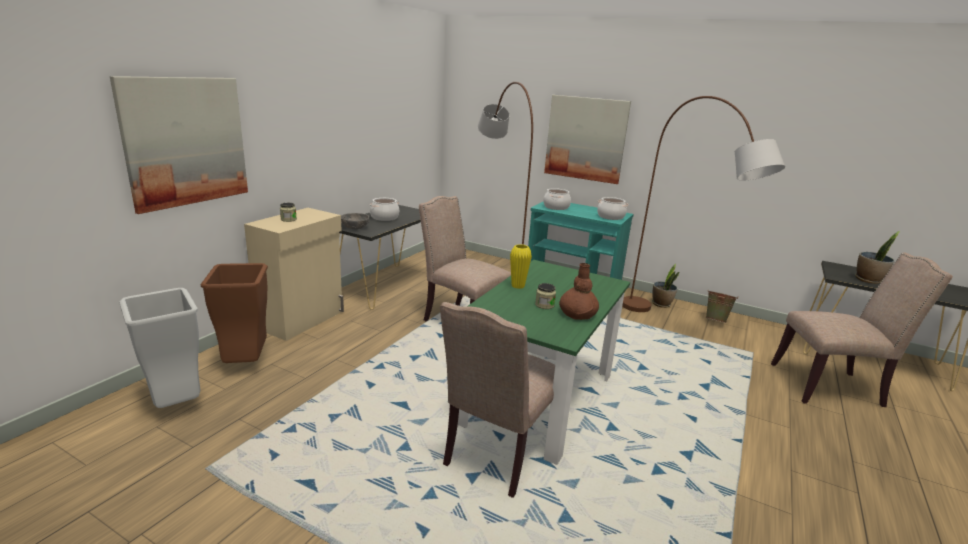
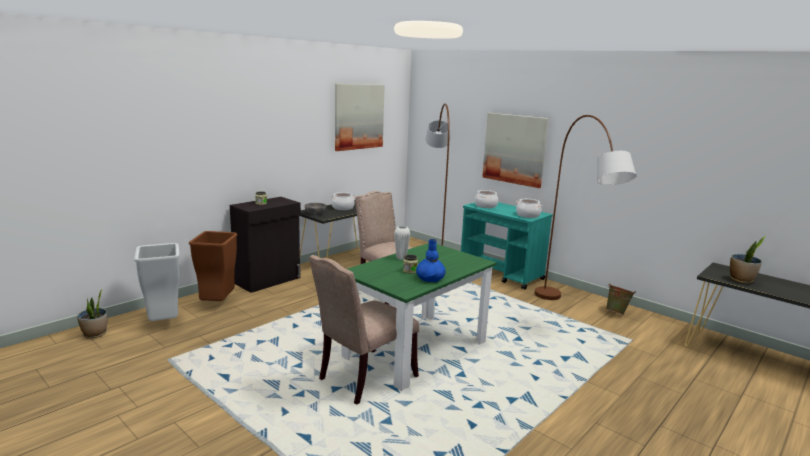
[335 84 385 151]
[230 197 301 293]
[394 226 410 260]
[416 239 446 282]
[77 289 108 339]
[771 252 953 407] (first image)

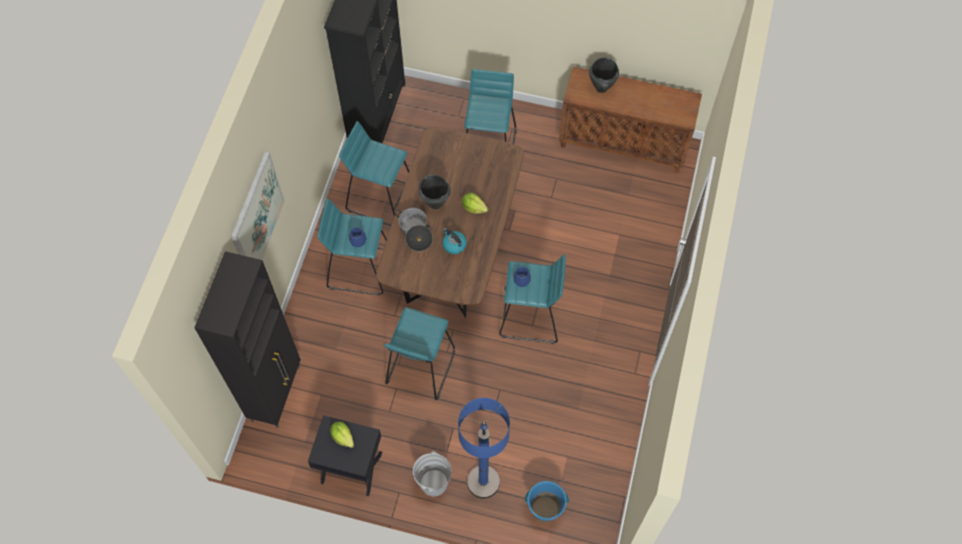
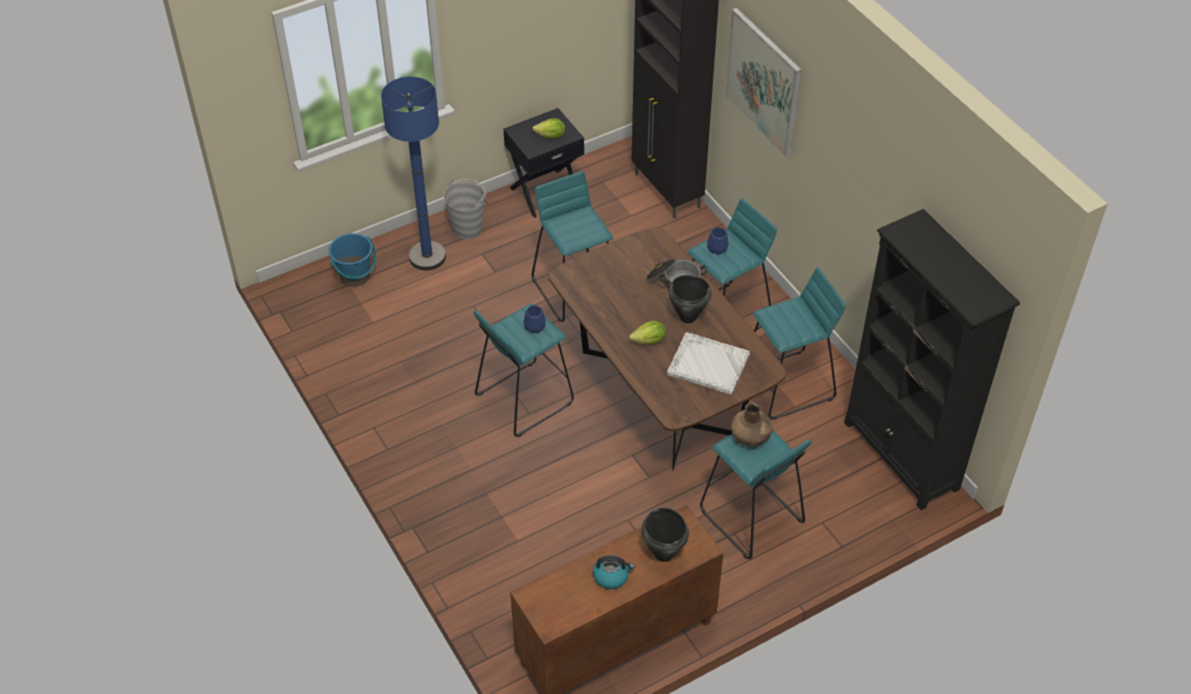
[593 555 635 589]
[667 332 750 394]
[731 402 773 447]

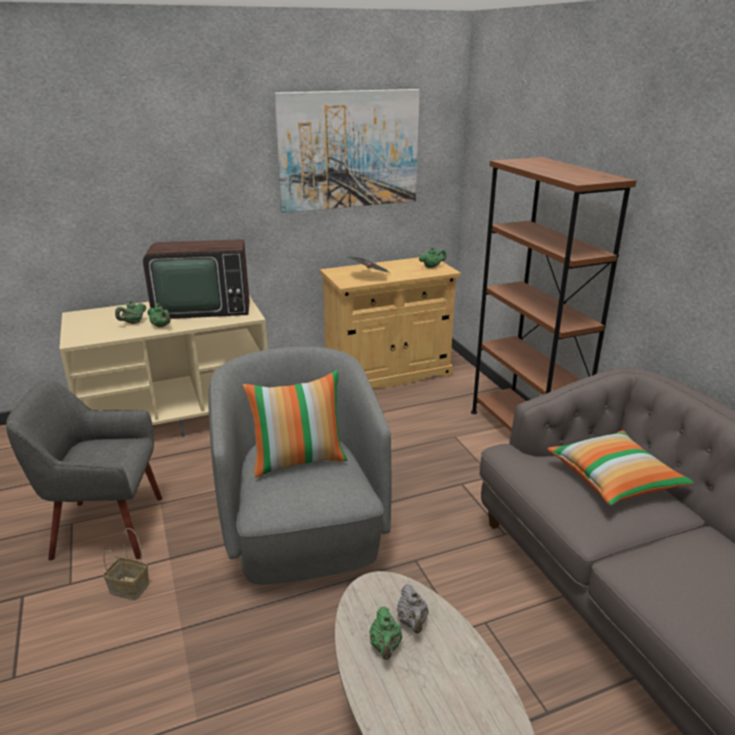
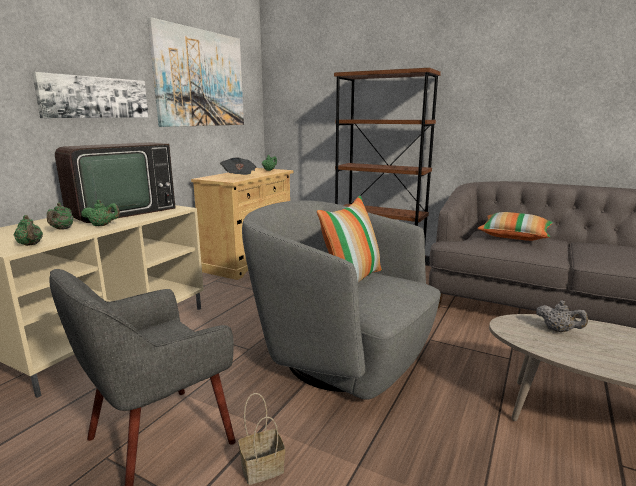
[14 215 43 246]
[32 72 149 118]

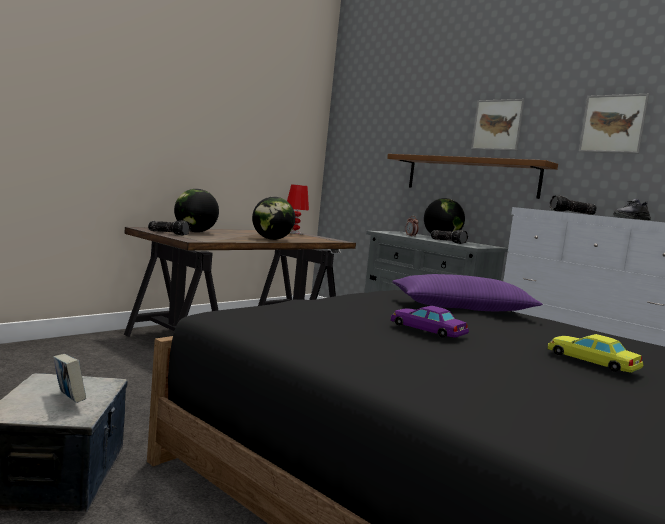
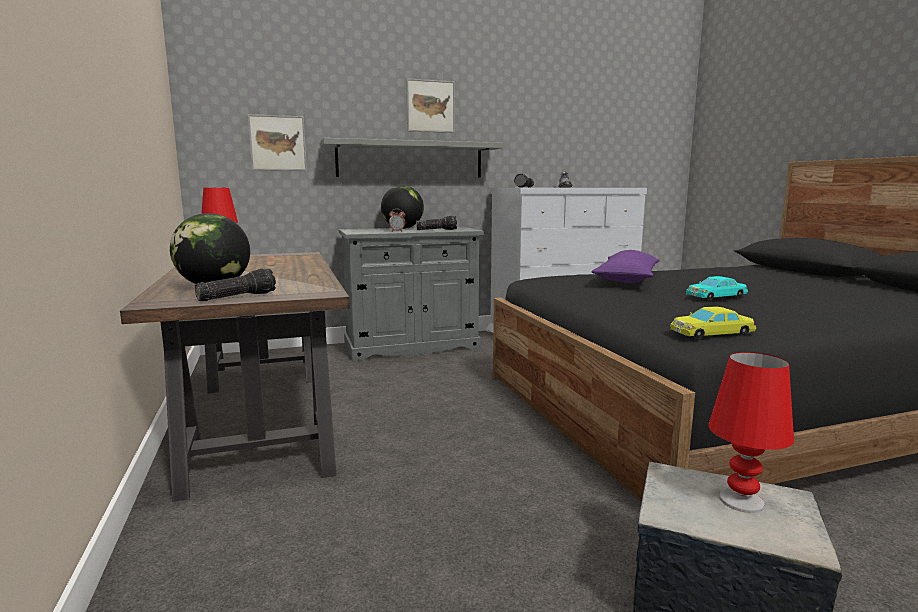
[708 352 794 513]
[252 197 295 240] (first image)
[321 138 503 178]
[686 276 748 300]
[670 307 756 338]
[248 114 307 171]

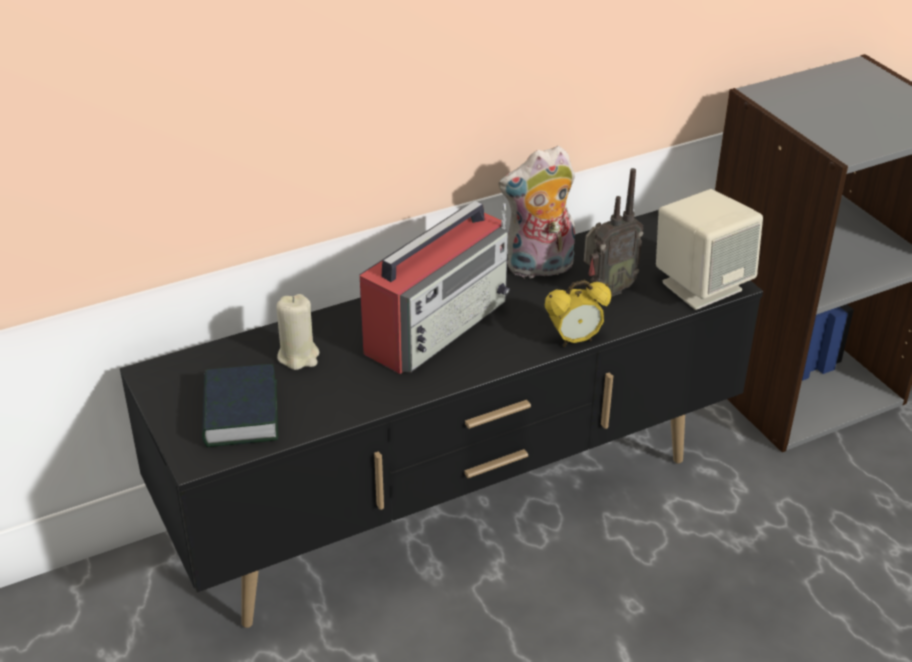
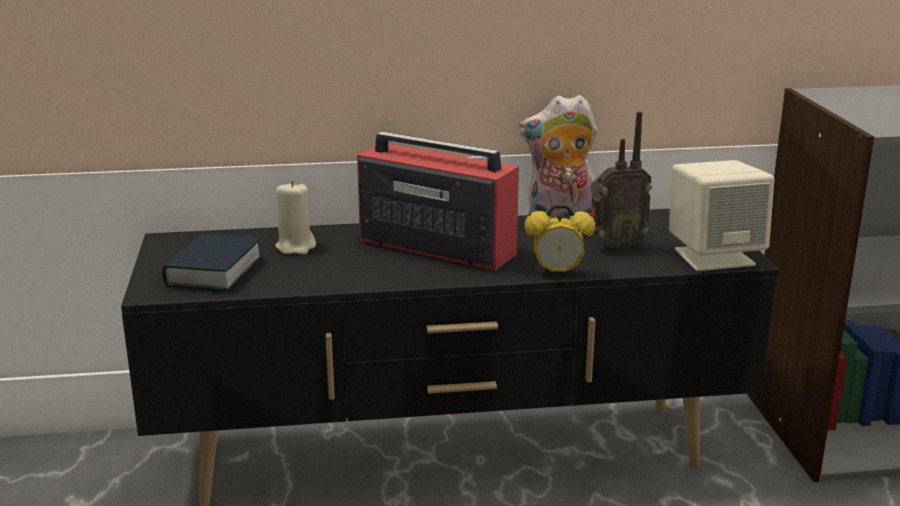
[357 118 519 271]

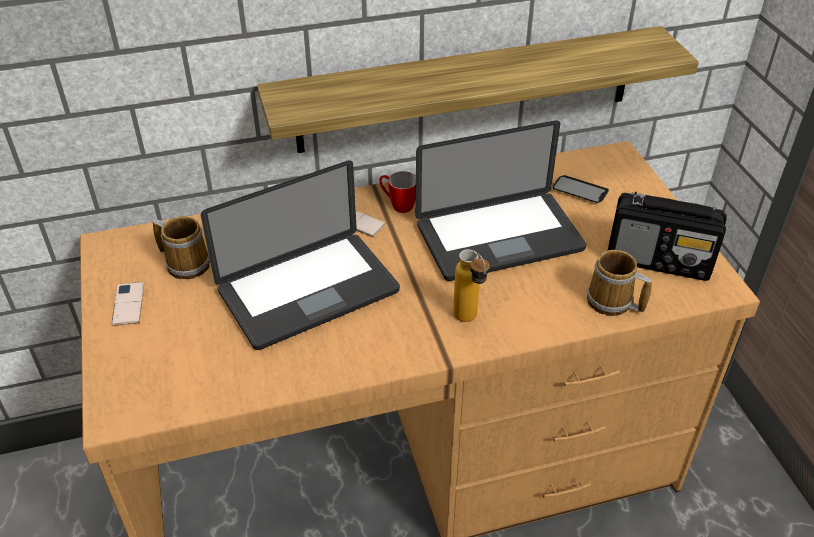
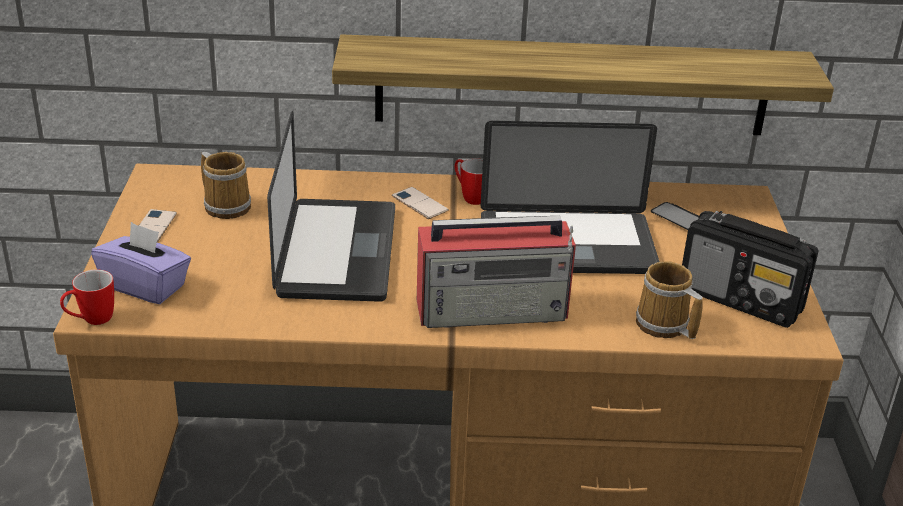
[267 111 395 302]
[417 216 576 328]
[60 270 114 325]
[91 222 191 304]

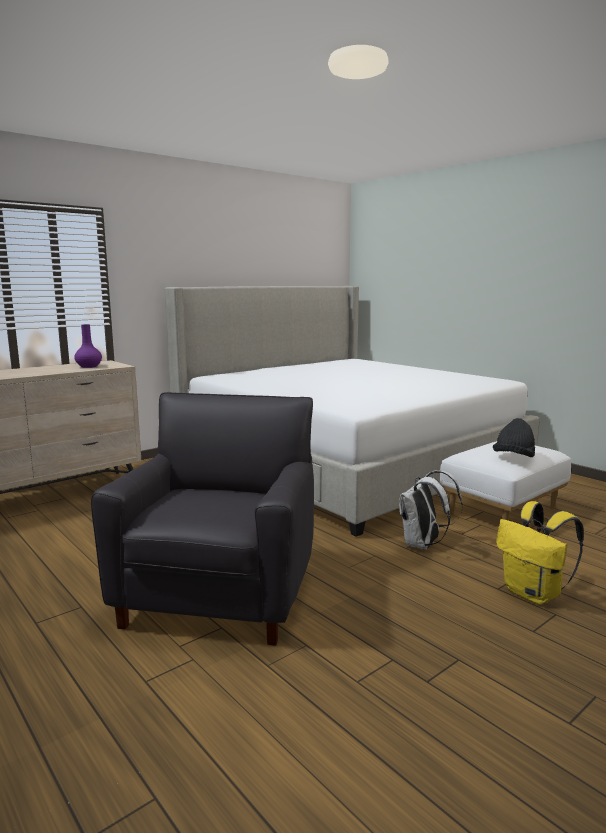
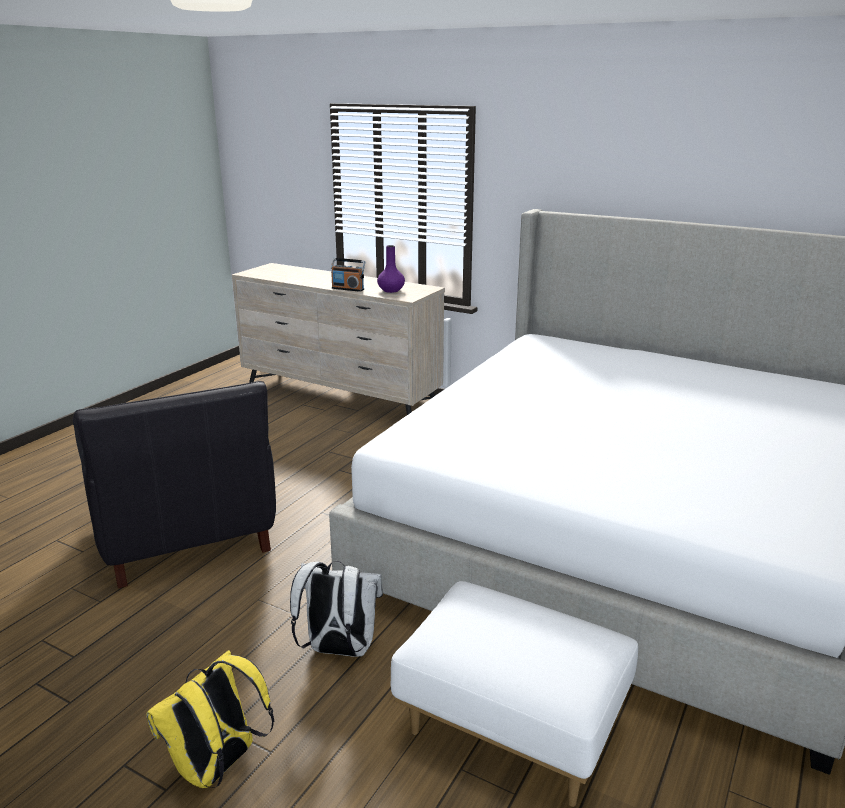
[73 381 276 588]
[493 418 535 457] (first image)
[331 258 365 292]

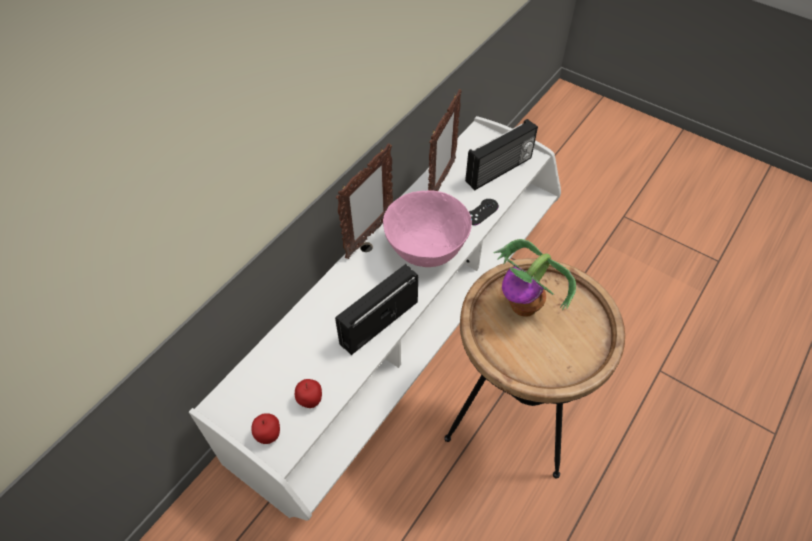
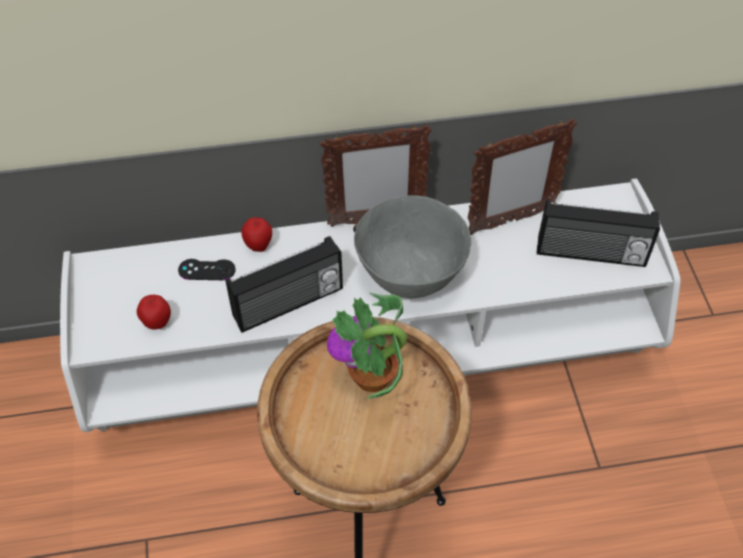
[241 217 272 252]
[226 236 343 333]
[354 196 471 299]
[178 259 236 280]

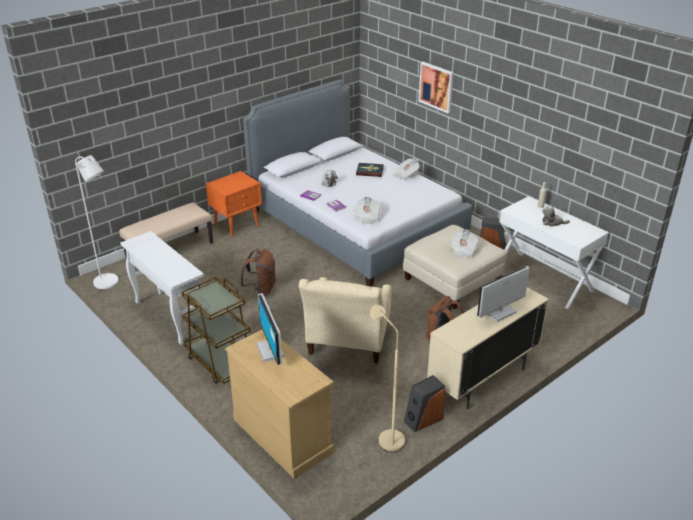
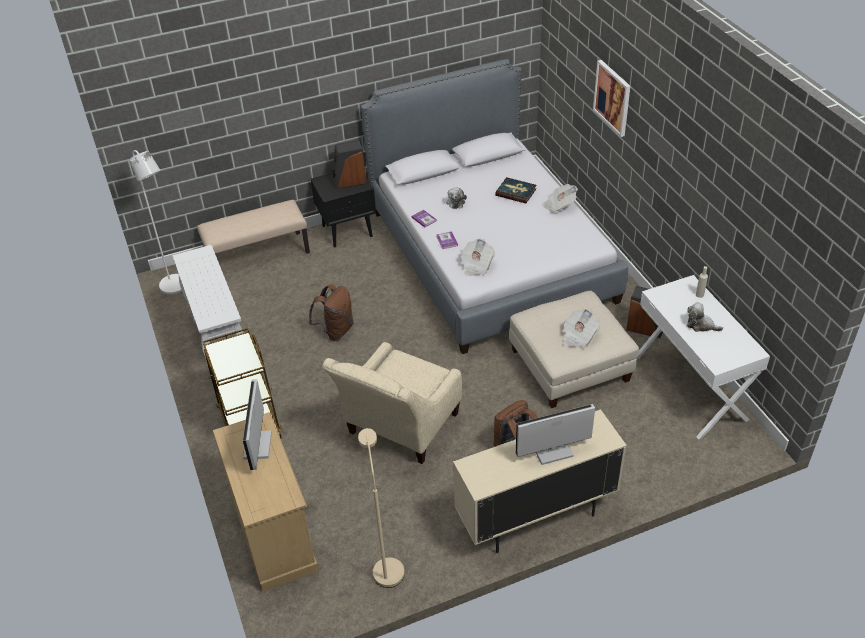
[311 173 376 247]
[332 140 366 189]

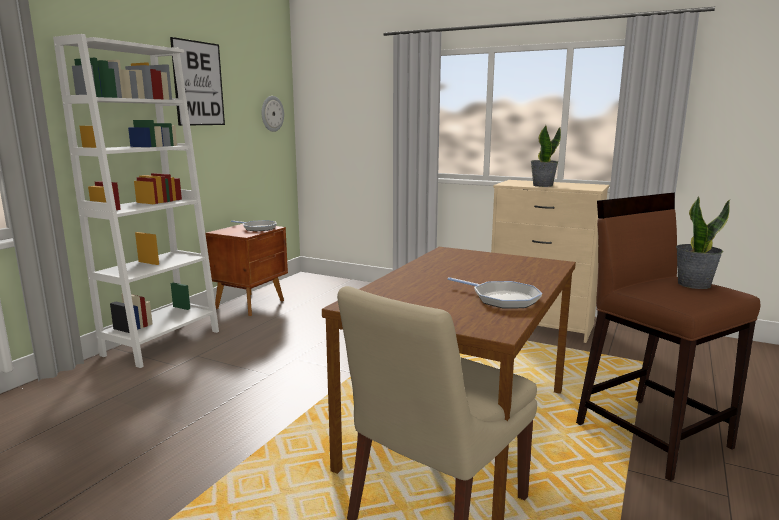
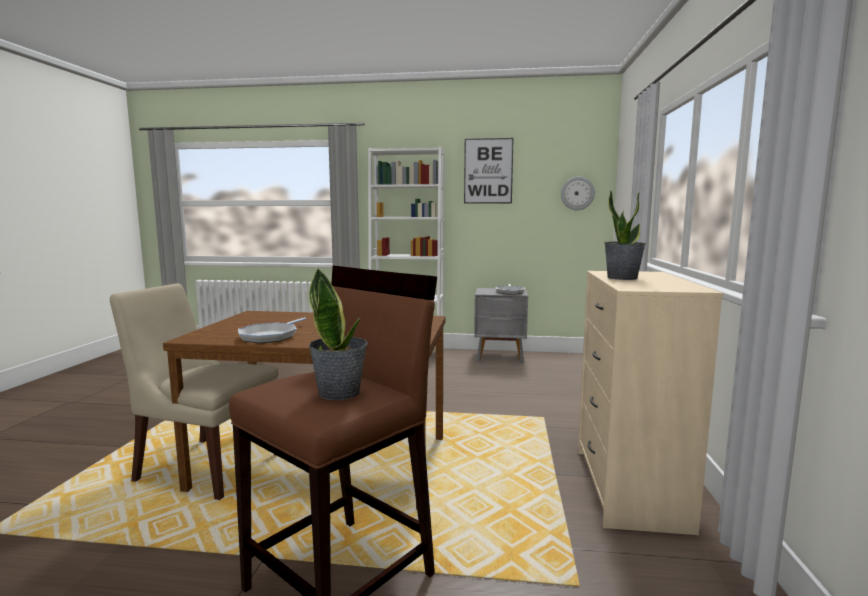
[474 288 528 363]

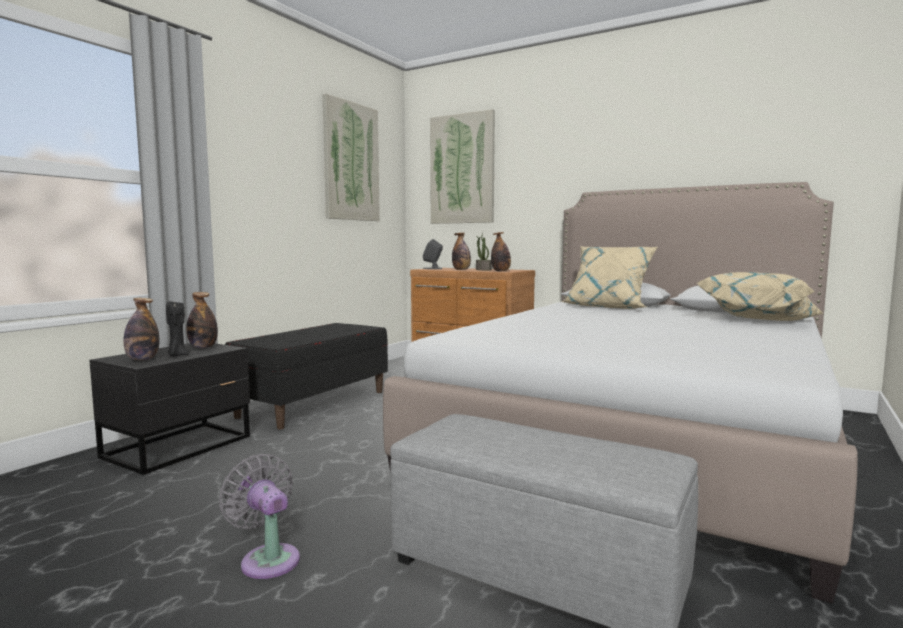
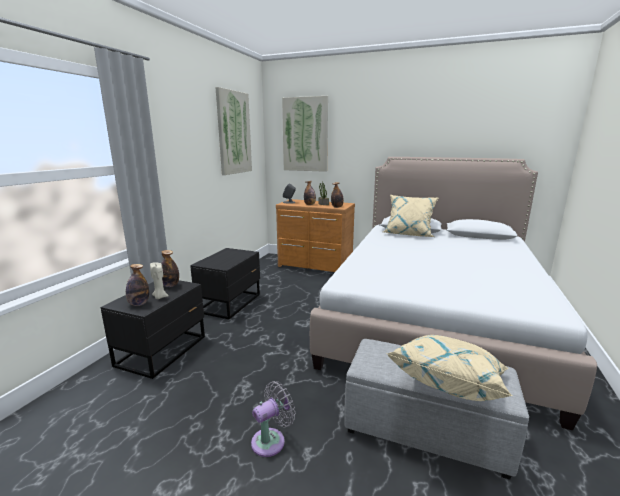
[150 262 169 299]
[251 381 295 457]
[190 248 260 319]
[386 335 513 401]

